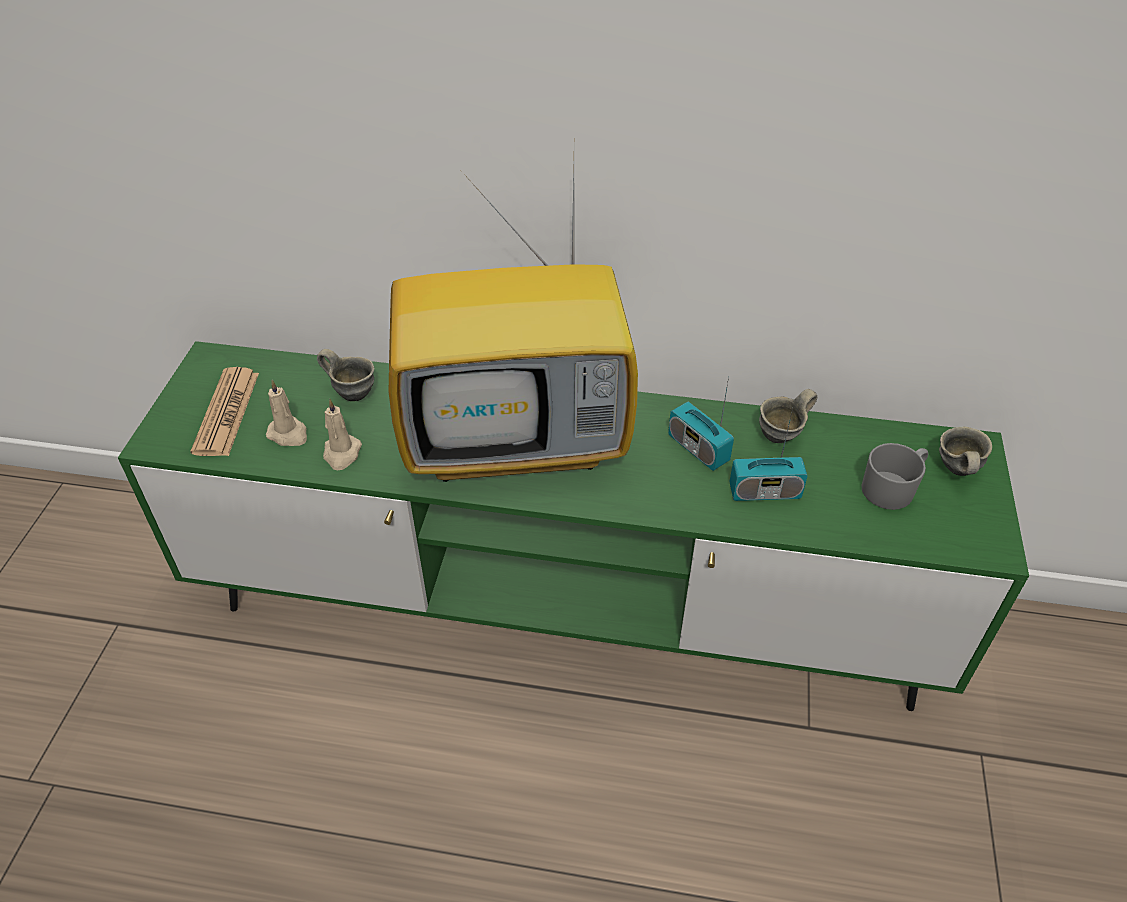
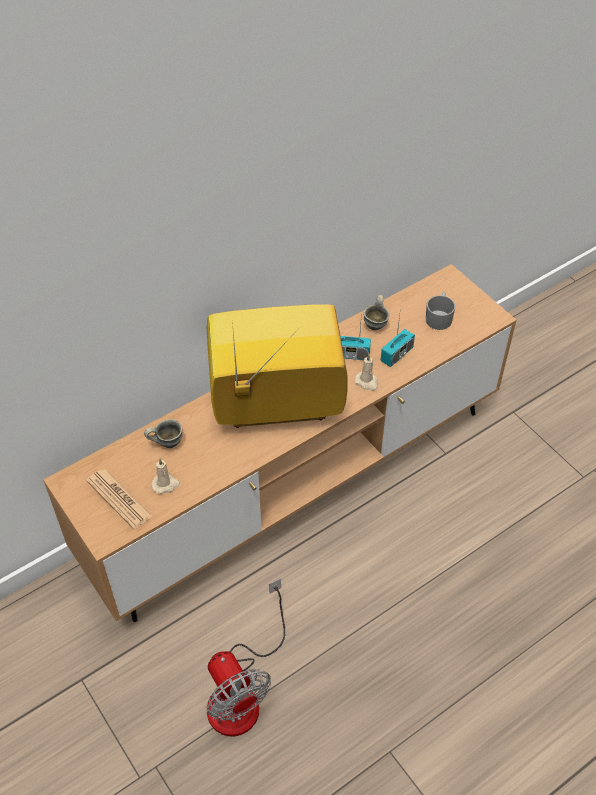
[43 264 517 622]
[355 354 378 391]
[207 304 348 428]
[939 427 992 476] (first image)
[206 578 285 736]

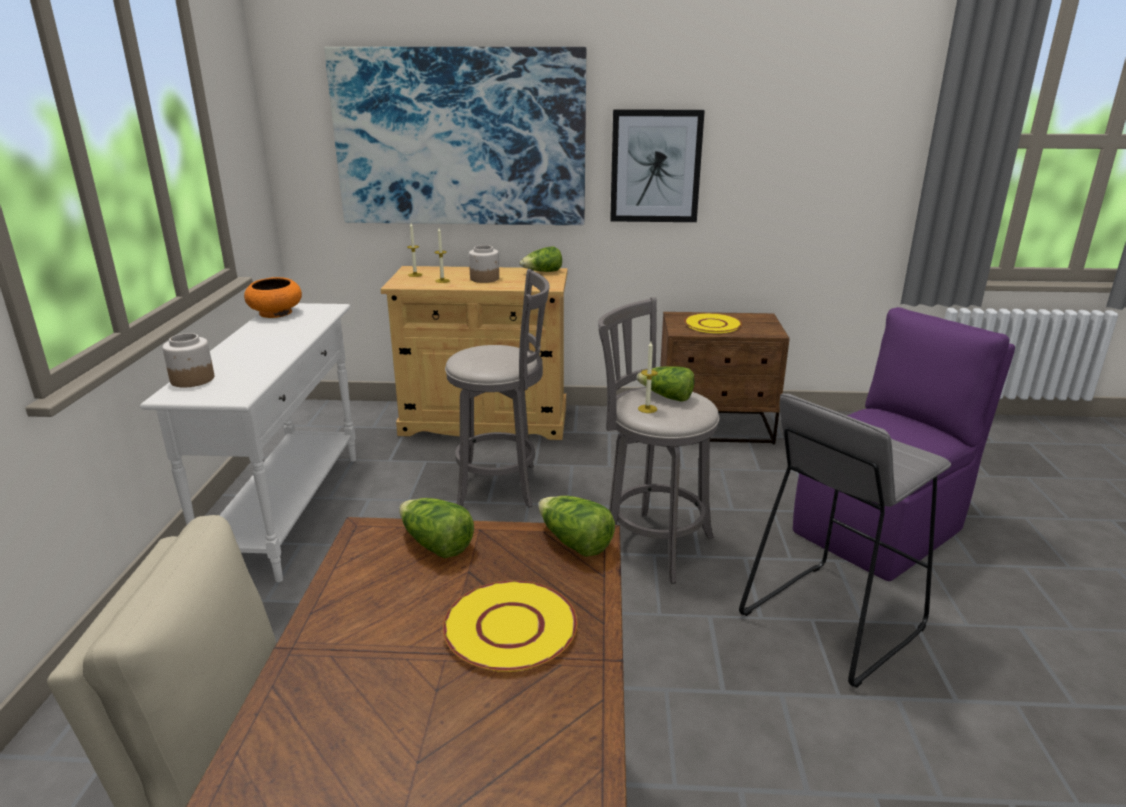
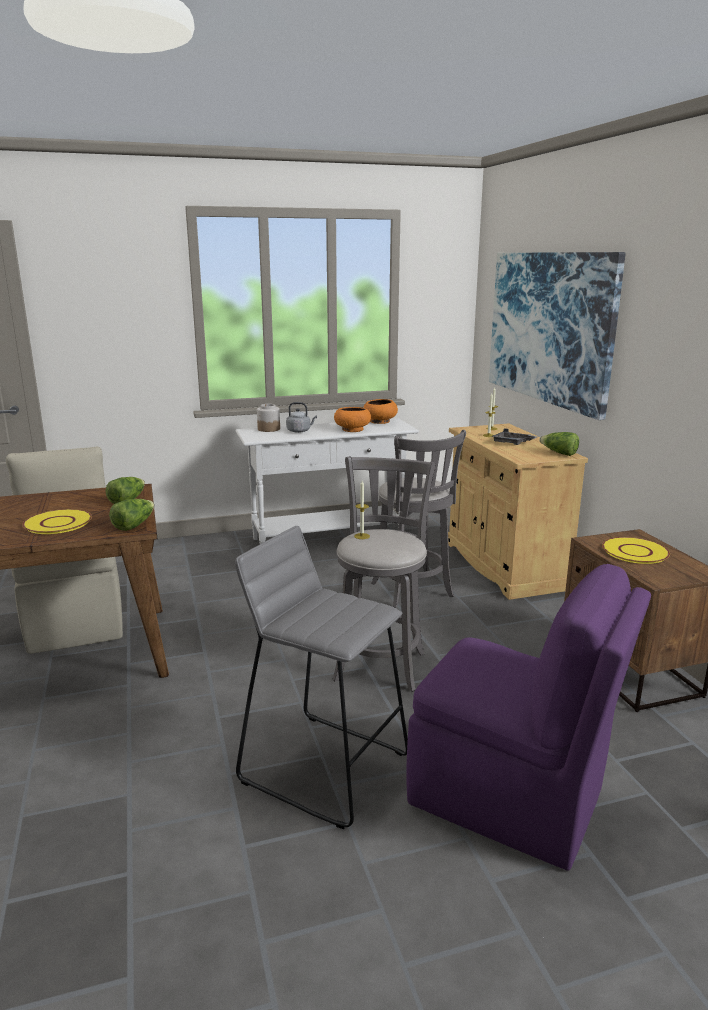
[491 429 537 445]
[610 109 705 222] (first image)
[637 366 694 402] (first image)
[286 402 317 433]
[334 407 371 432]

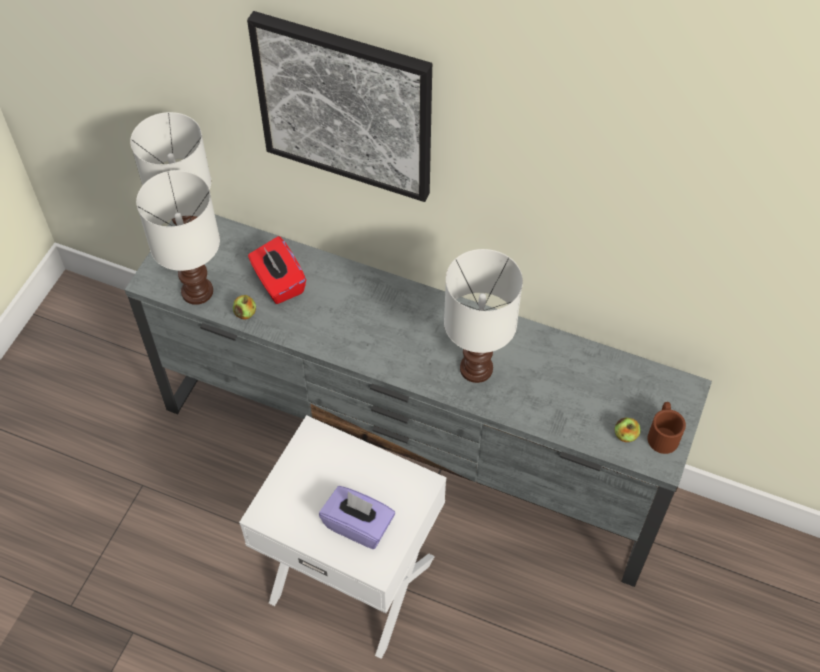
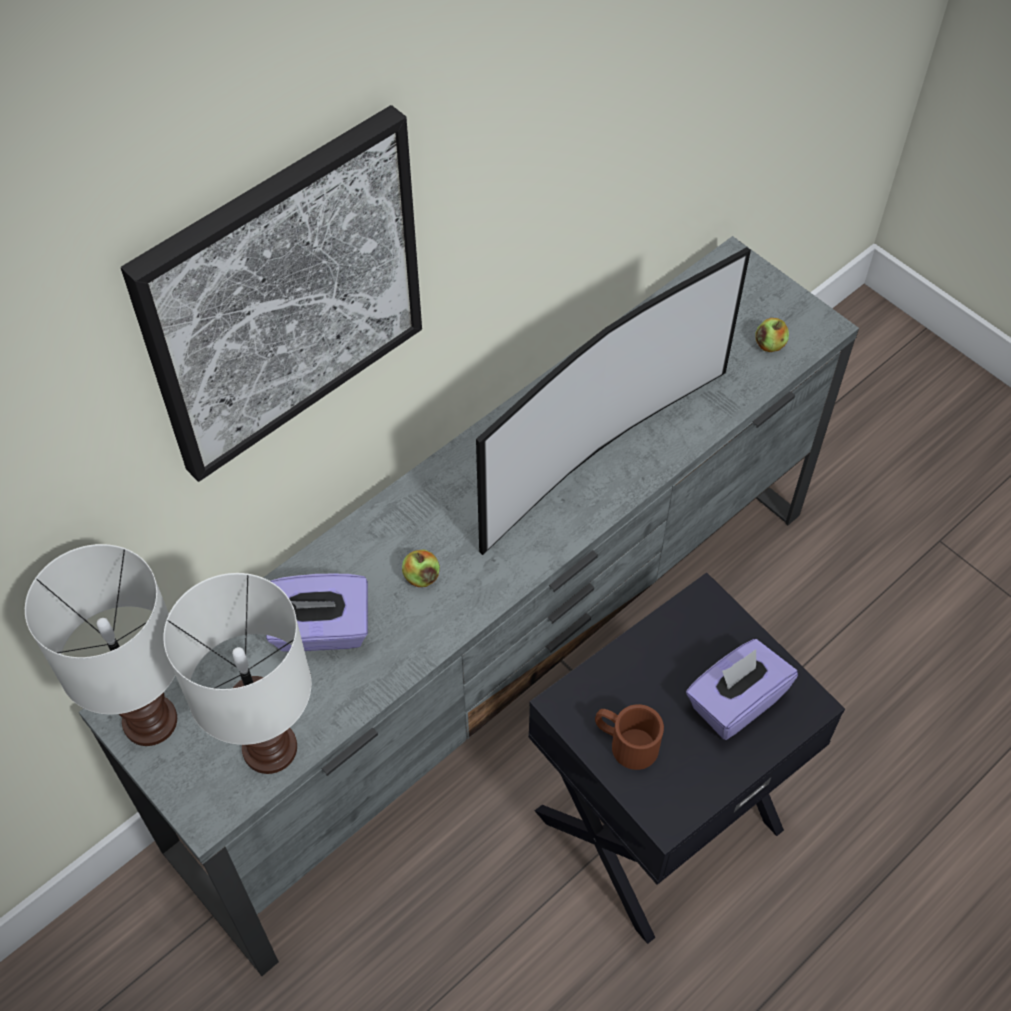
[402 550 440 587]
[528 573 845 944]
[266 574 368 652]
[476 247 751 555]
[595 704 664 770]

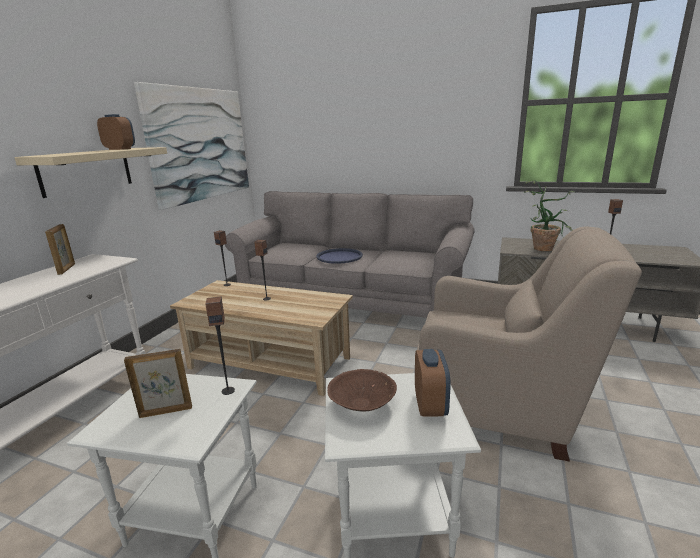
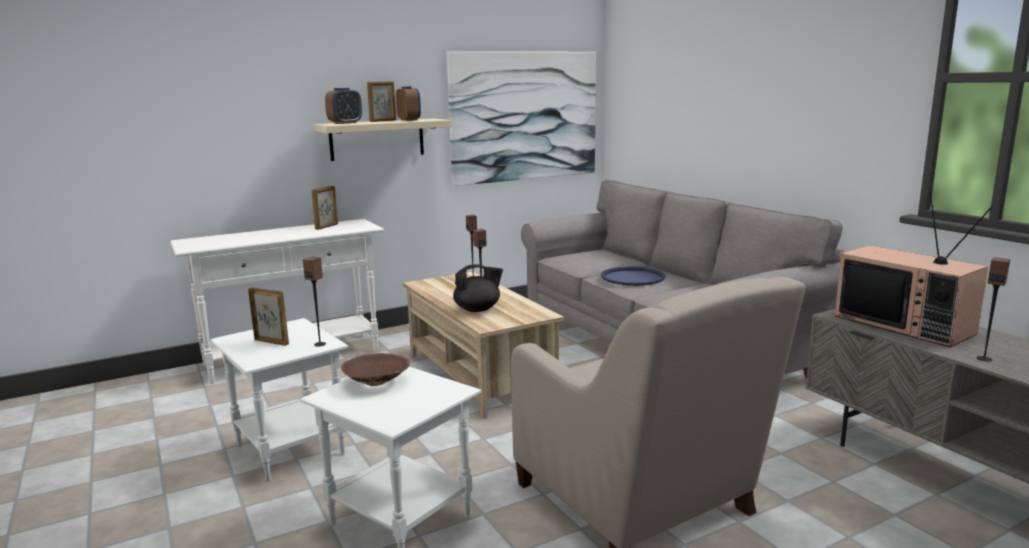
[325 88 362 124]
[835 191 993 347]
[367 81 396 122]
[453 264 503 312]

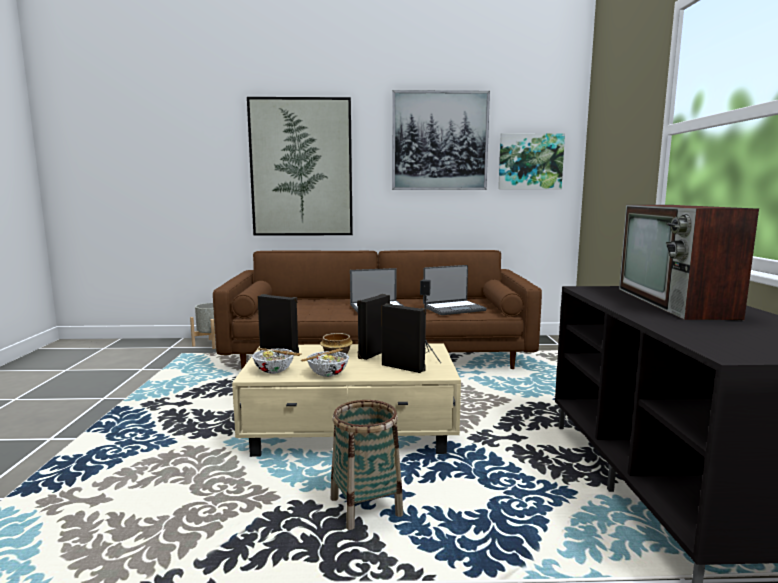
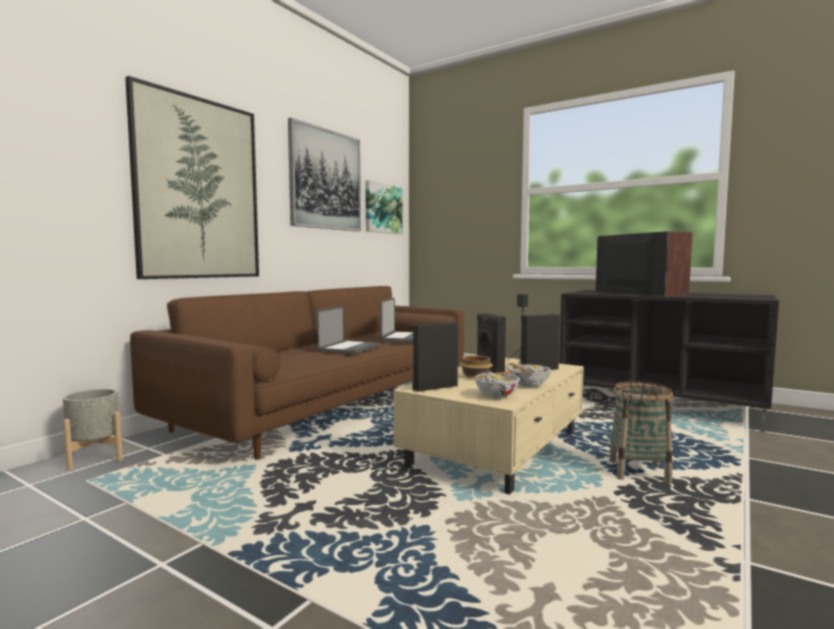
[596 231 693 296]

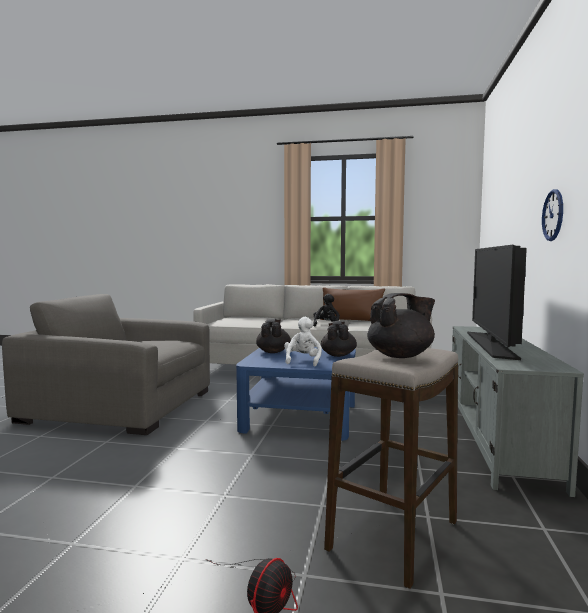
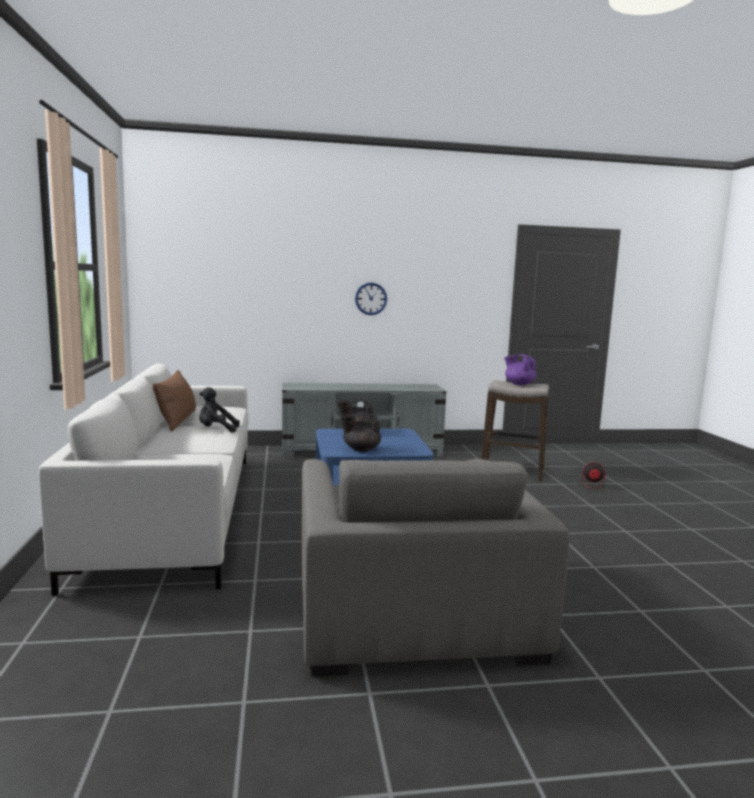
[284 317 322 366] (first image)
[504 354 536 385]
[467 245 527 360] (first image)

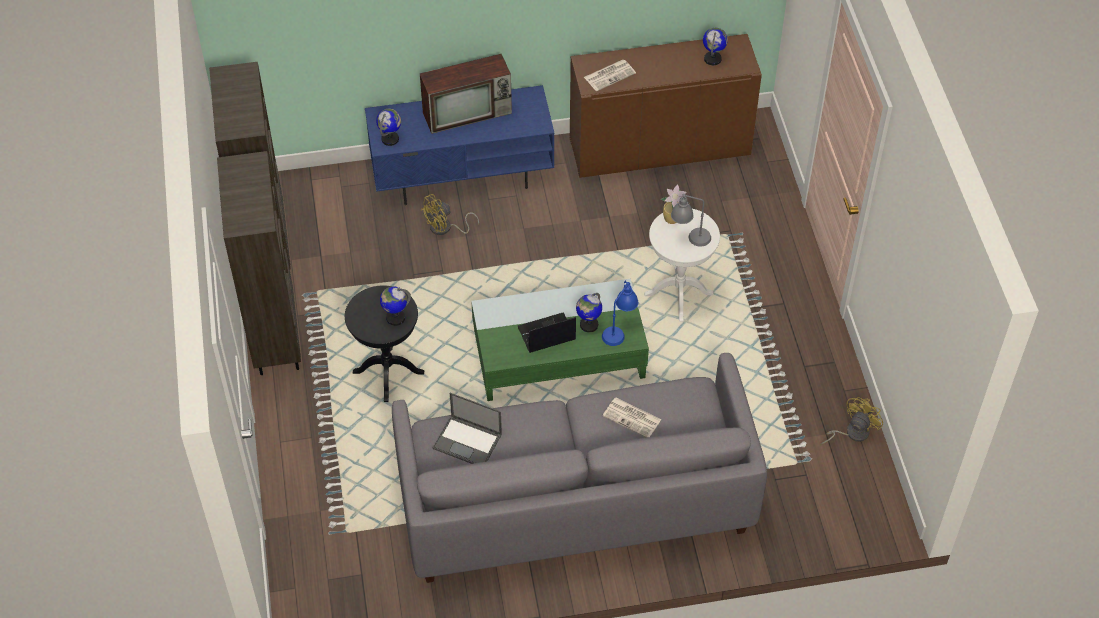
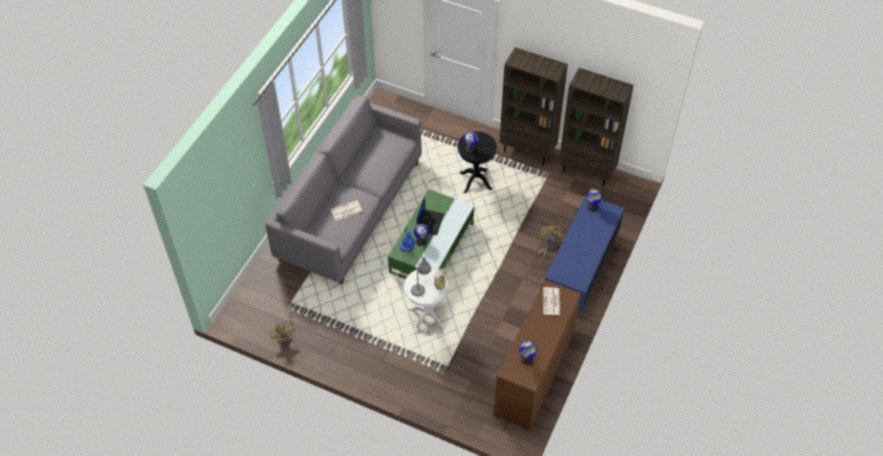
[420 54 512 134] (first image)
[433 393 502 464] (first image)

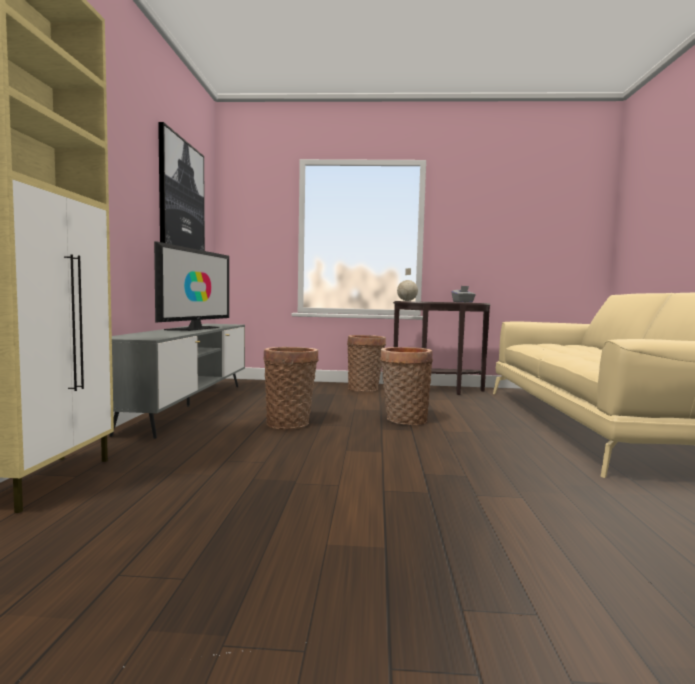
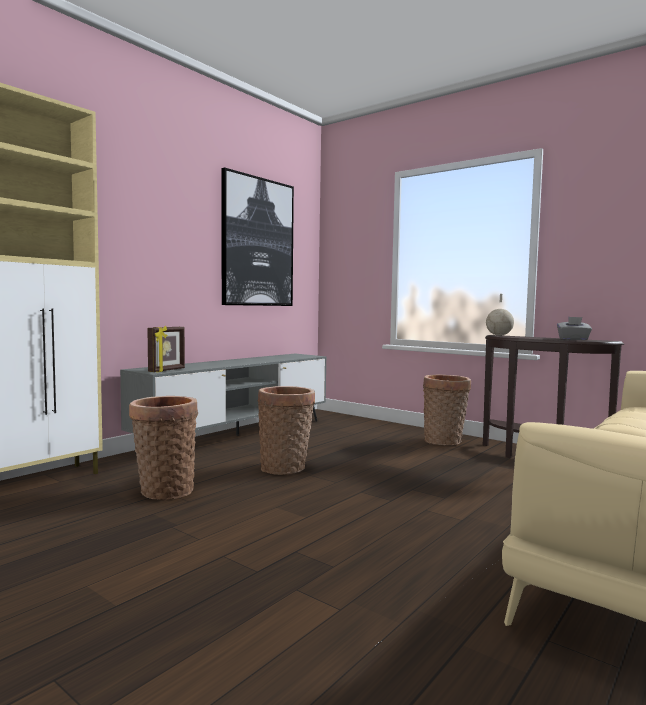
[154 241 229 331] (first image)
[129 396 198 500]
[147 326 185 372]

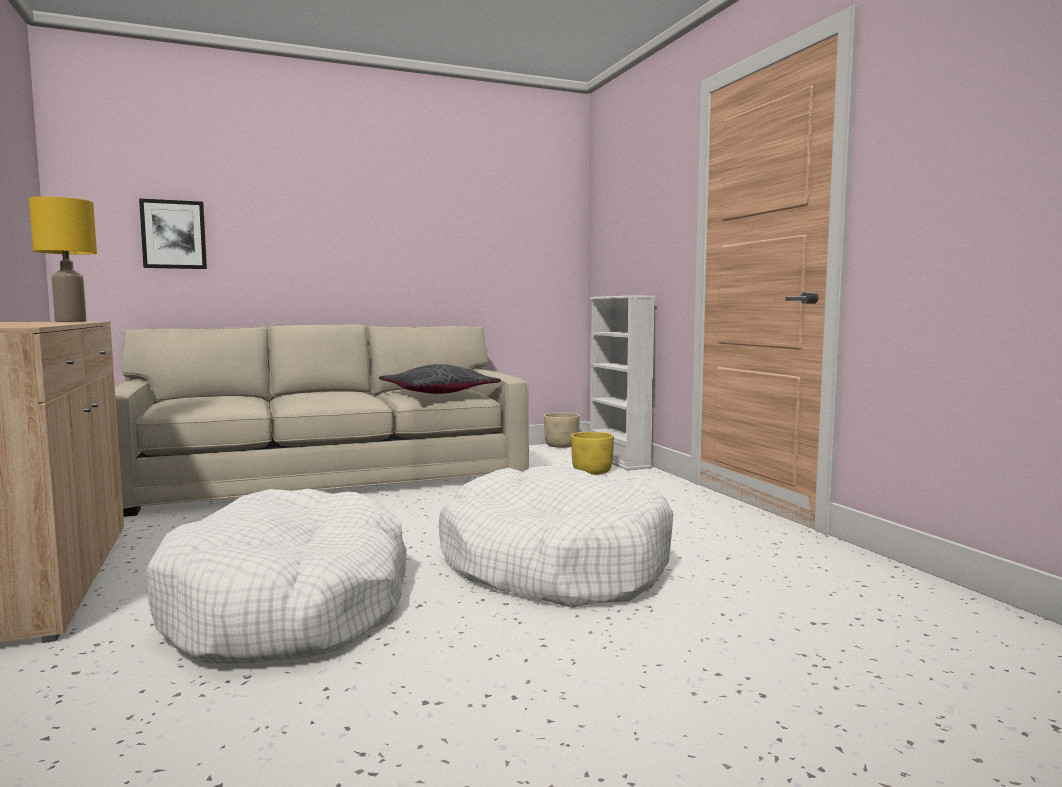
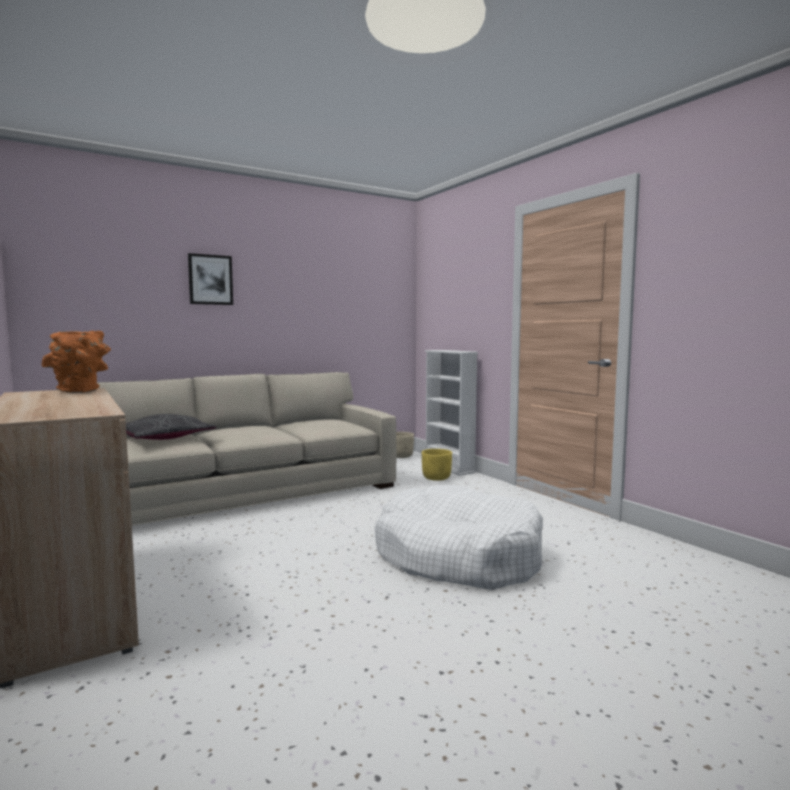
[42 331 111 393]
[188 253 233 305]
[147 488 407 664] (first image)
[126 414 216 440]

